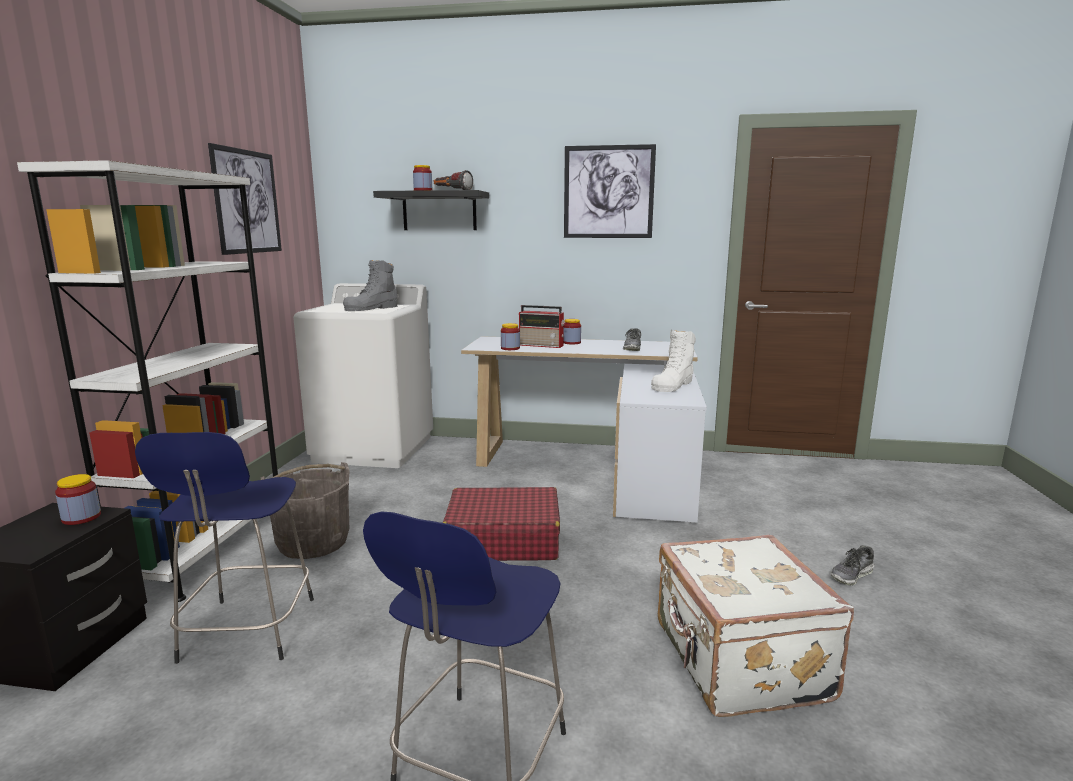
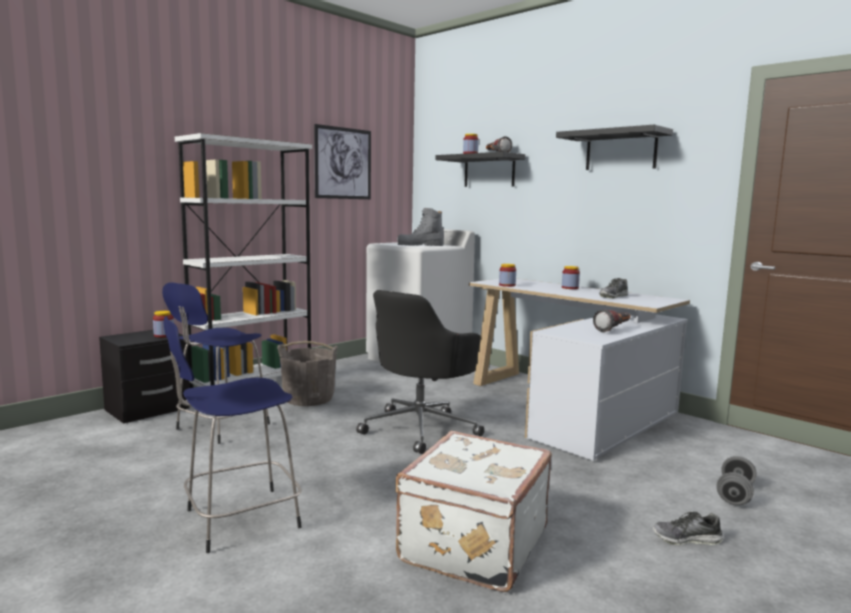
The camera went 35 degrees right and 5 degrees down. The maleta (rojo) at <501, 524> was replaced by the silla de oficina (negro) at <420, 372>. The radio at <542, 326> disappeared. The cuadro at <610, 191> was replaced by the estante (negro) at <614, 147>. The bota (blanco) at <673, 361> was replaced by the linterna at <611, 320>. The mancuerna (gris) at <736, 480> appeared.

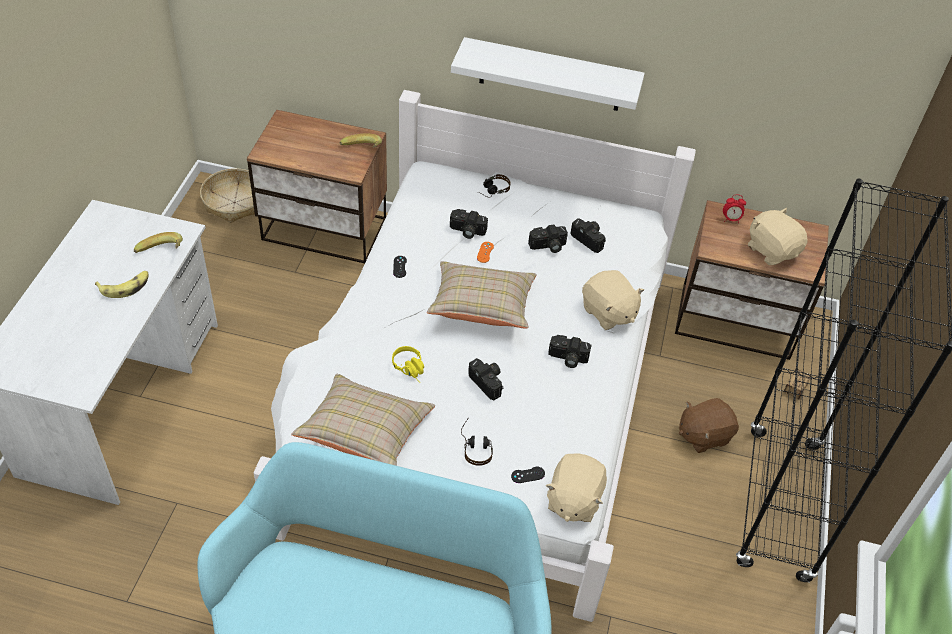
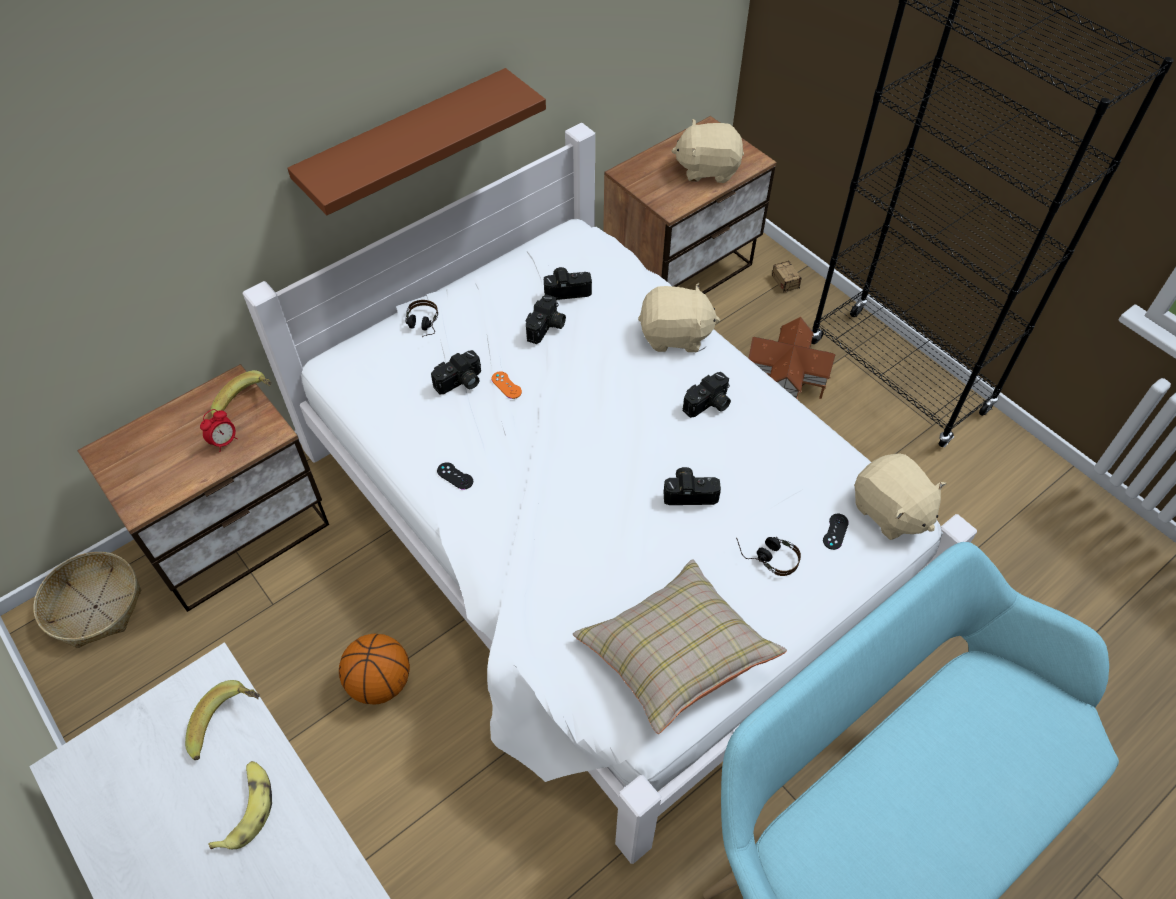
The camera went 50 degrees left and 5 degrees up. The auriculares (amarillo) at <408, 364> disappeared. The cojín (beis) at <482, 295> disappeared. The estante (blanco) at <548, 74> became the estante (marrón) at <416, 141>. The peluche (marrón) at <709, 425> was replaced by the casita at <792, 358>. The despertador moved from <734, 209> to <219, 430>. The balón de baloncesto at <374, 669> appeared.

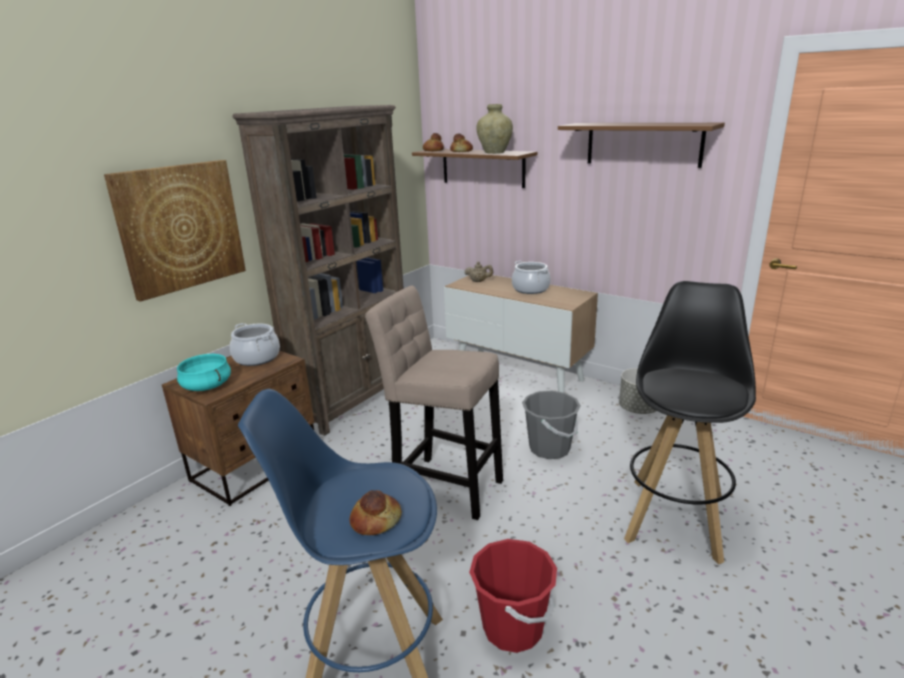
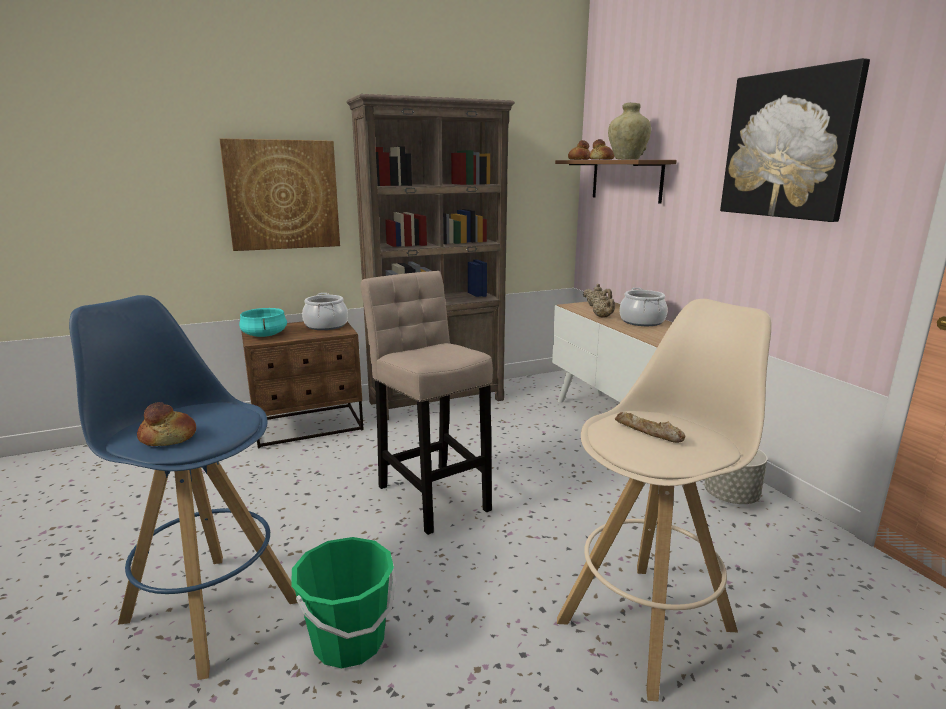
The camera went 30 degrees right and 5 degrees down. The cubo (rojo) at <513, 596> became the cubo (verde) at <343, 602>. The cubo (gris) at <551, 425> disappeared. The estante (marrón) at <641, 145> was replaced by the cuadro at <795, 140>. The taburete (negro) at <690, 422> became the taburete (beis) at <664, 500>. The tetera (beis) at <603, 305> appeared. The pan at <650, 427> appeared.

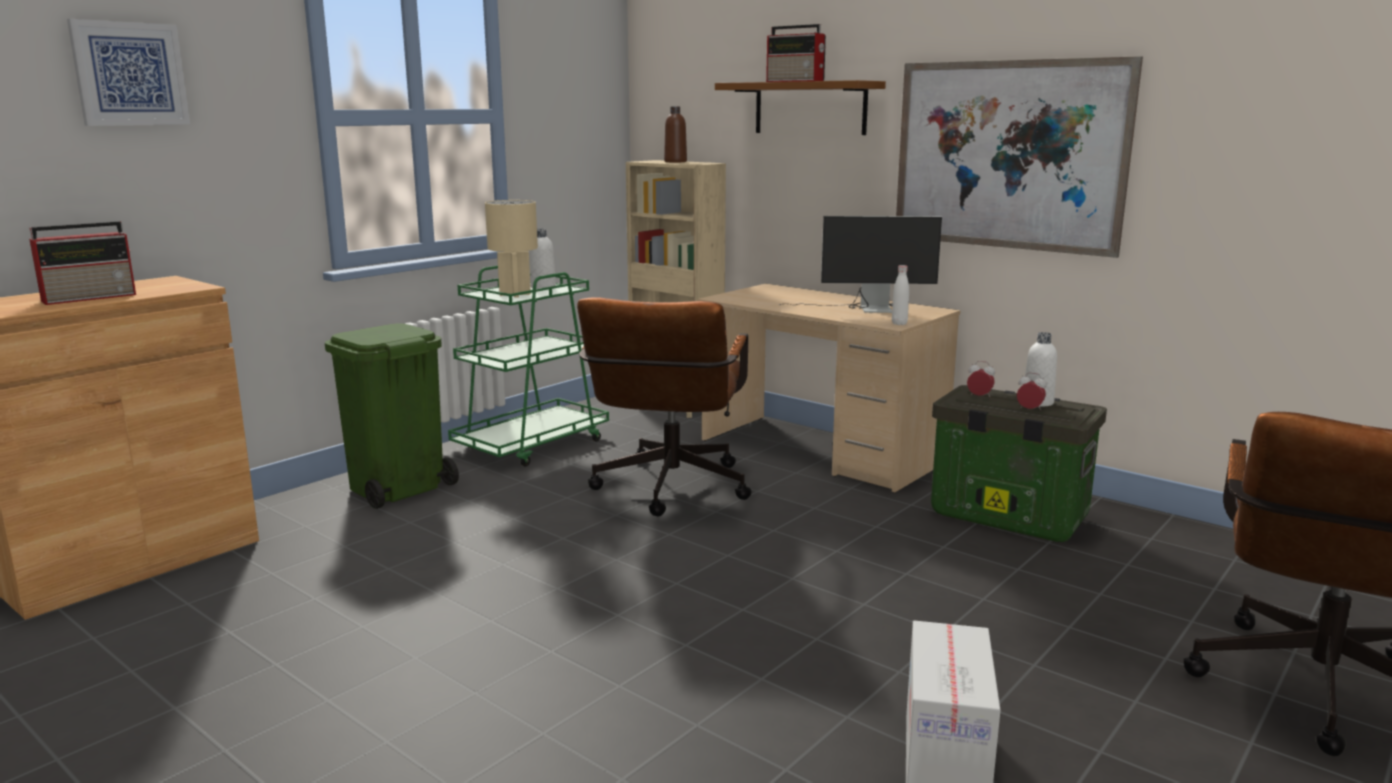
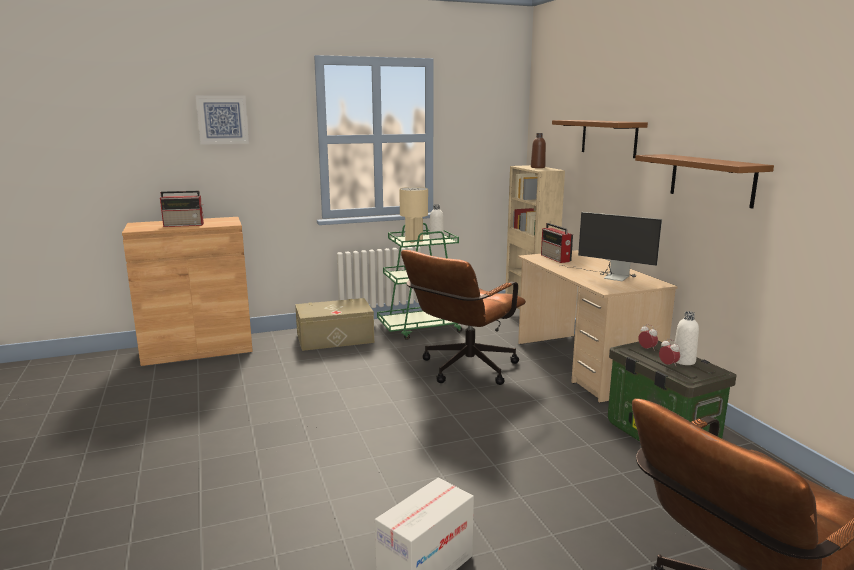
The camera went 30 degrees right and 0 degrees up. The papelera (verde) at <392, 416> was replaced by the caja de almacenaje (beis) at <334, 324>. The radio moved from <796, 53> to <557, 243>. The botella (blanco) at <900, 295> disappeared. The cuadro at <1019, 157> was replaced by the estante (marrón) at <704, 181>.

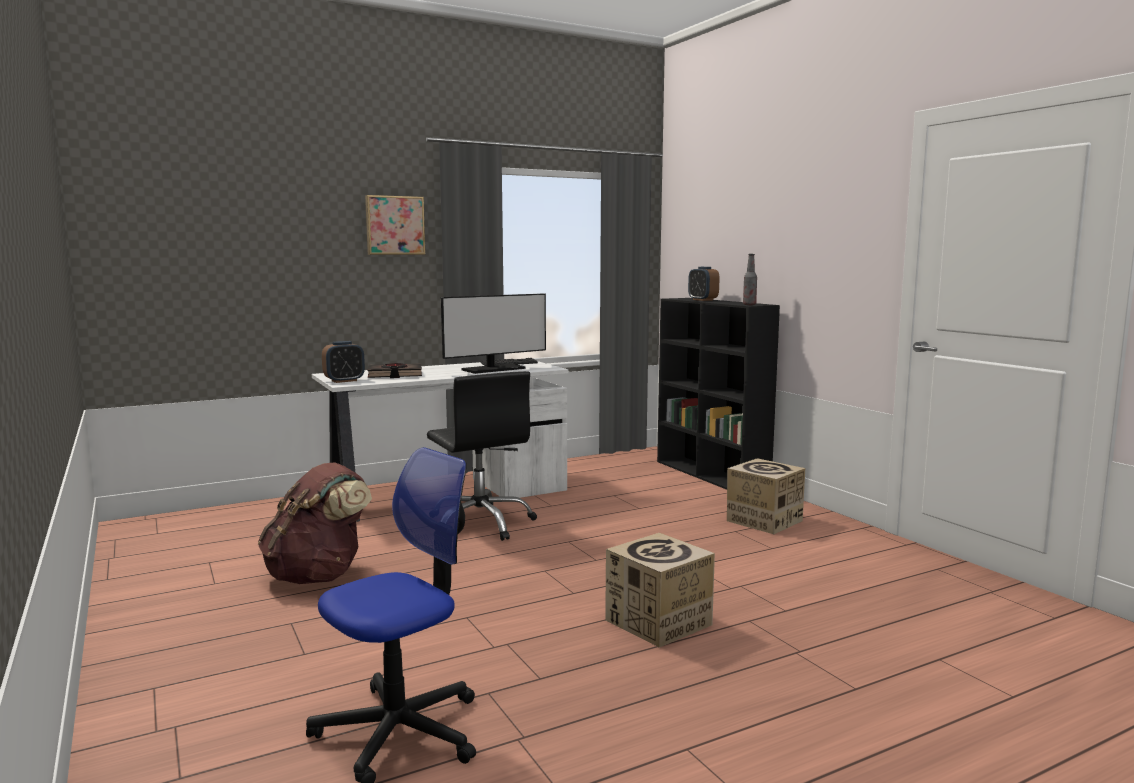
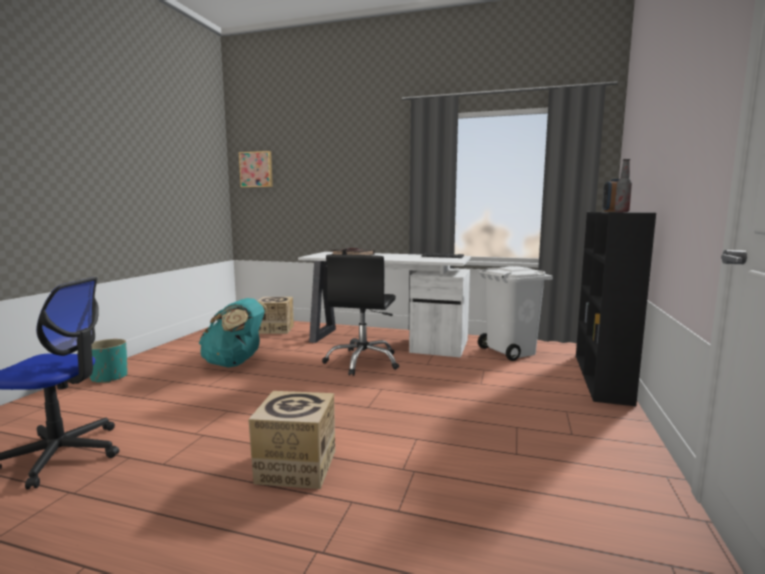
The camera went 45 degrees right and 0 degrees up. The mochila (marrón) at <315, 523> became the mochila (turquesa) at <233, 333>. The despertador at <343, 362> disappeared. The cuadro moved from <395, 225> to <256, 169>. The monitor at <493, 333> disappeared. The caja de cartón moved from <766, 496> to <276, 315>. The maceta (turquesa) at <109, 361> appeared. The papelera (blanco) at <515, 313> appeared.

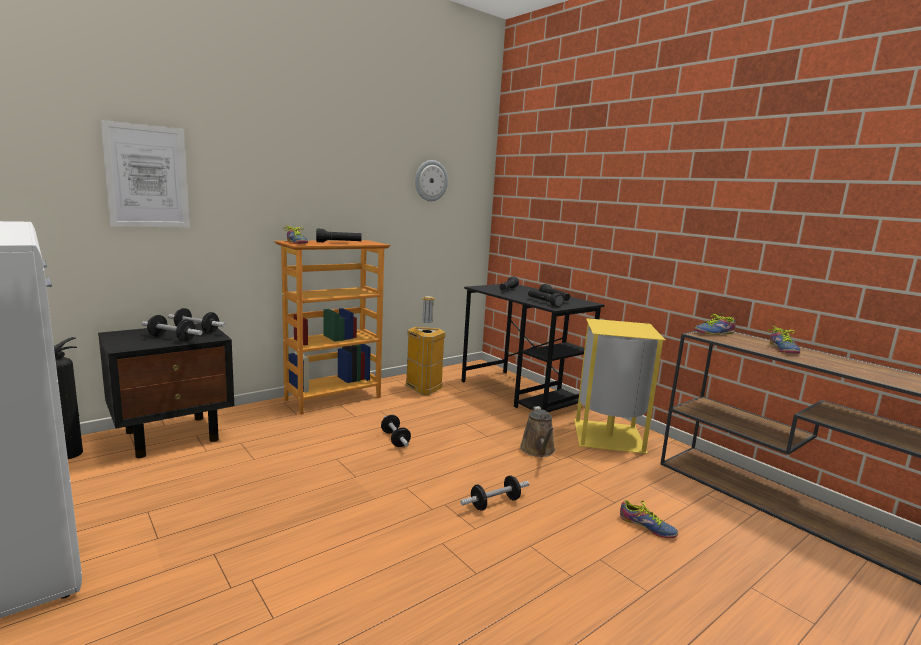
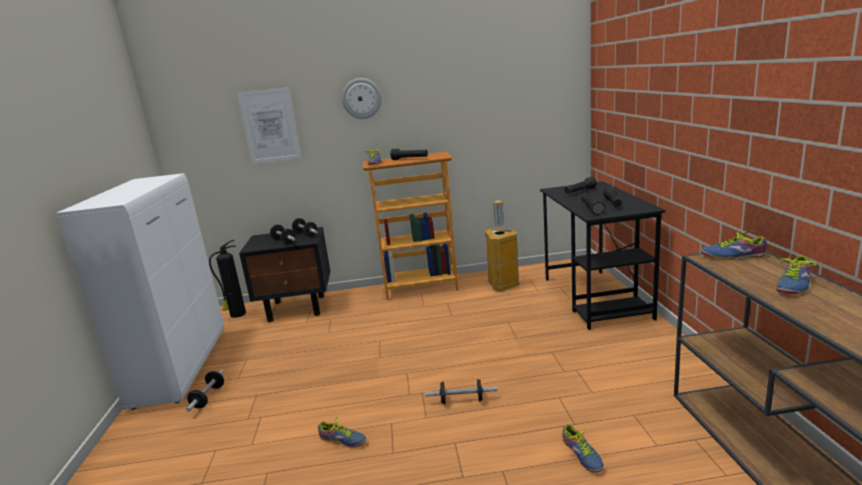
The camera went 35 degrees right and 5 degrees up. The mancuerna moved from <396, 431> to <205, 390>. The reloj de pared moved from <431, 180> to <362, 98>. The regadera (marrón) at <537, 431> disappeared. The papelera (amarillo) at <620, 386> disappeared. The zapato at <342, 432> appeared.

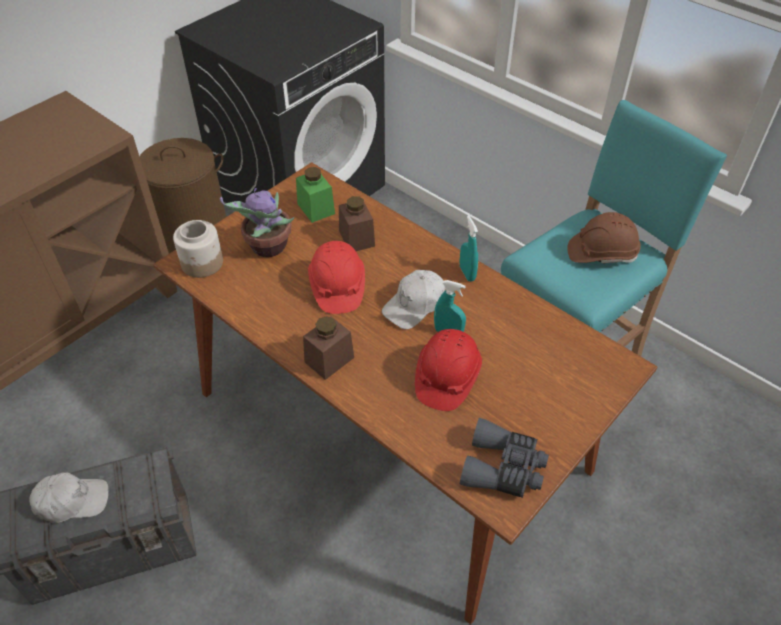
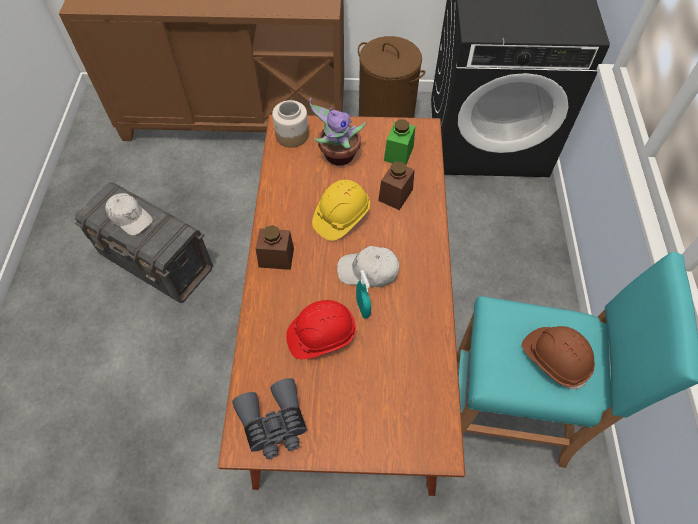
The camera went 50 degrees right and 10 degrees up. The casco (rojo) at <336, 277> became the casco (amarillo) at <341, 210>. The pulverizador (turquesa) at <469, 248> disappeared.

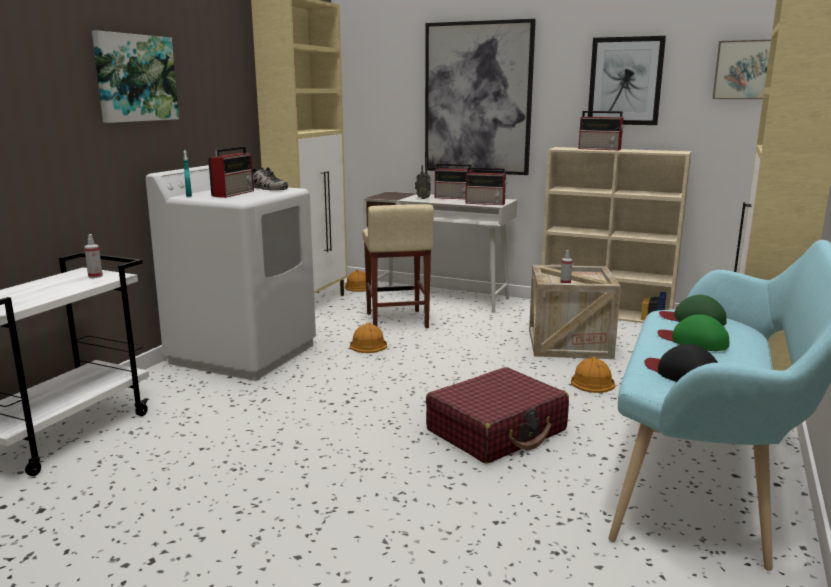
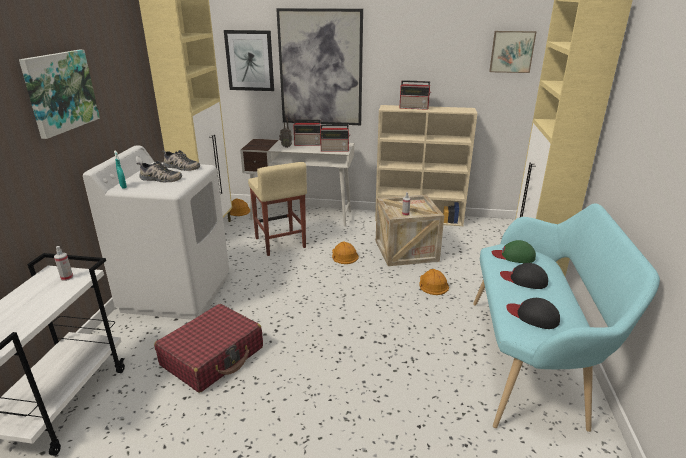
The camera went 15 degrees left and 10 degrees up. The radio at <231, 172> was replaced by the zapato at <159, 171>. The casco (naranja) moved from <368, 338> to <345, 252>. The maleta (rojo) moved from <497, 415> to <208, 348>. The cuadro moved from <627, 80> to <249, 60>. The gorra (verde) at <693, 332> became the gorra (negro) at <524, 276>.

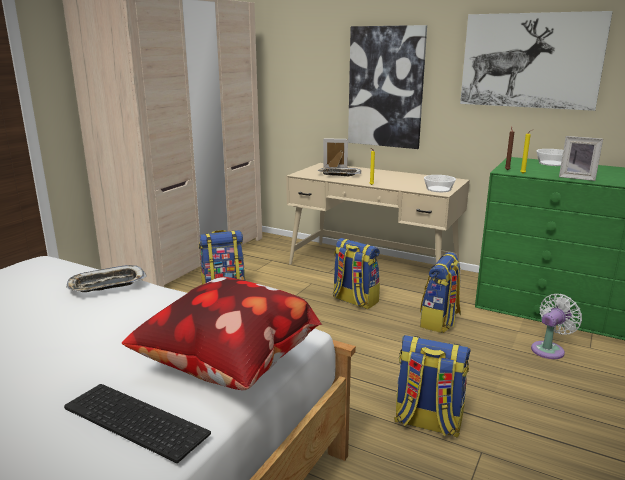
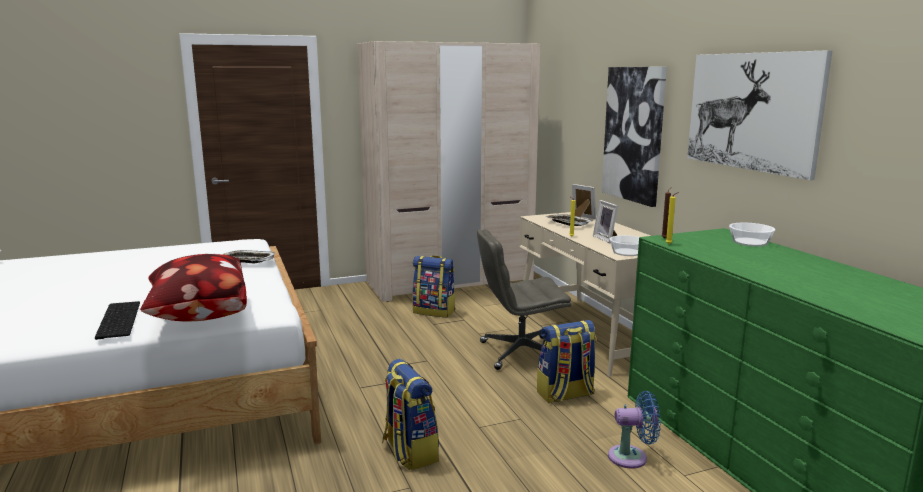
The camera went 40 degrees right and 5 degrees down. The mochila at <356, 273> was replaced by the silla de oficina (gris) at <524, 299>. The ventilador (blanco) at <556, 326> became the ventilador (azul) at <634, 430>. The portarretratos moved from <581, 158> to <605, 221>.

